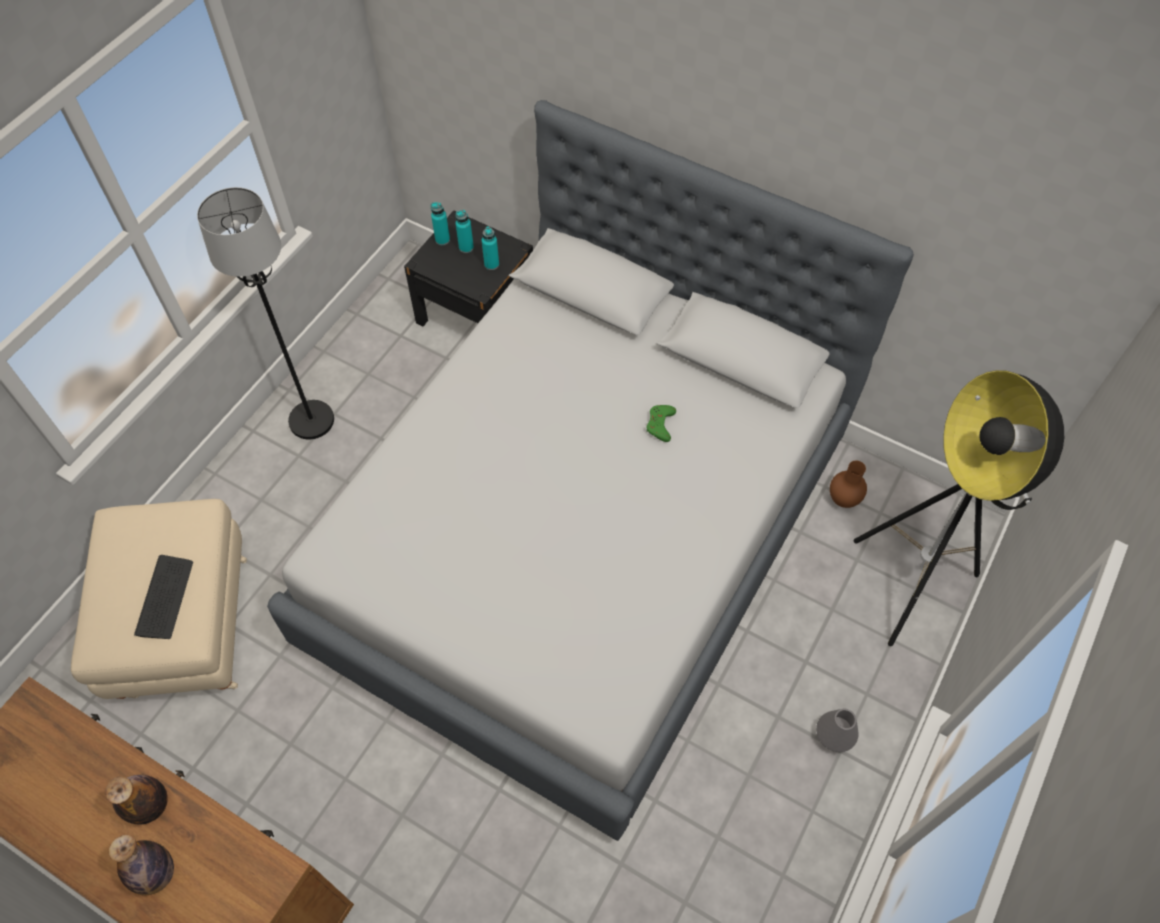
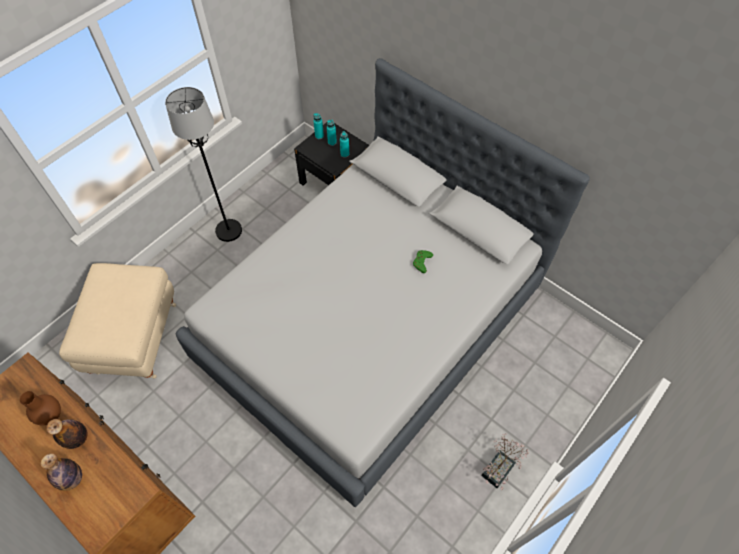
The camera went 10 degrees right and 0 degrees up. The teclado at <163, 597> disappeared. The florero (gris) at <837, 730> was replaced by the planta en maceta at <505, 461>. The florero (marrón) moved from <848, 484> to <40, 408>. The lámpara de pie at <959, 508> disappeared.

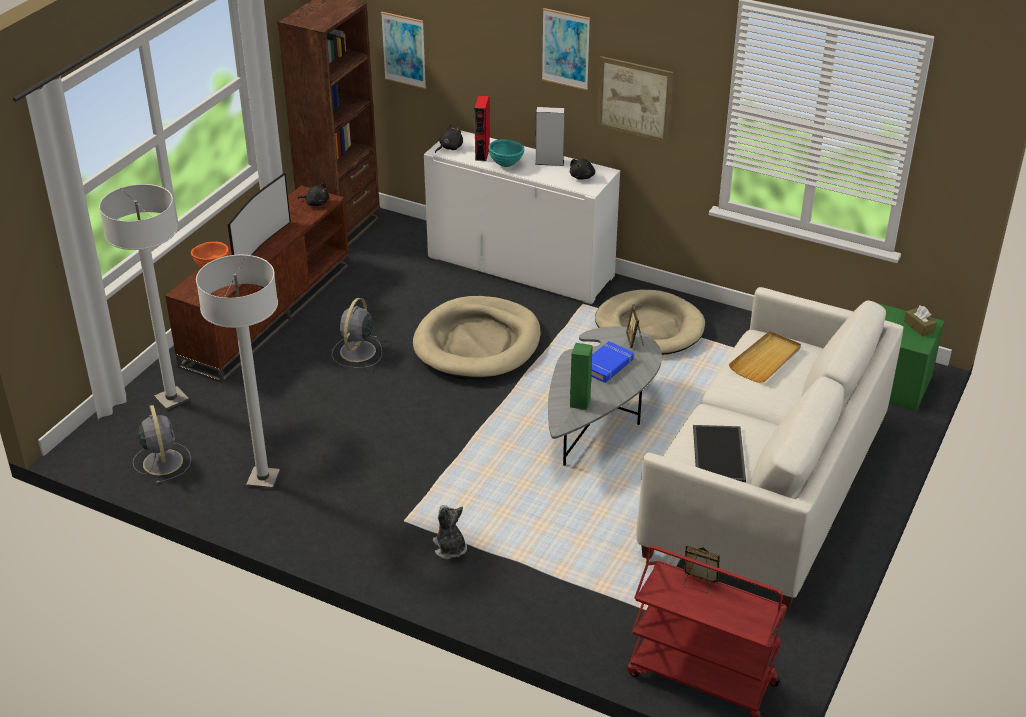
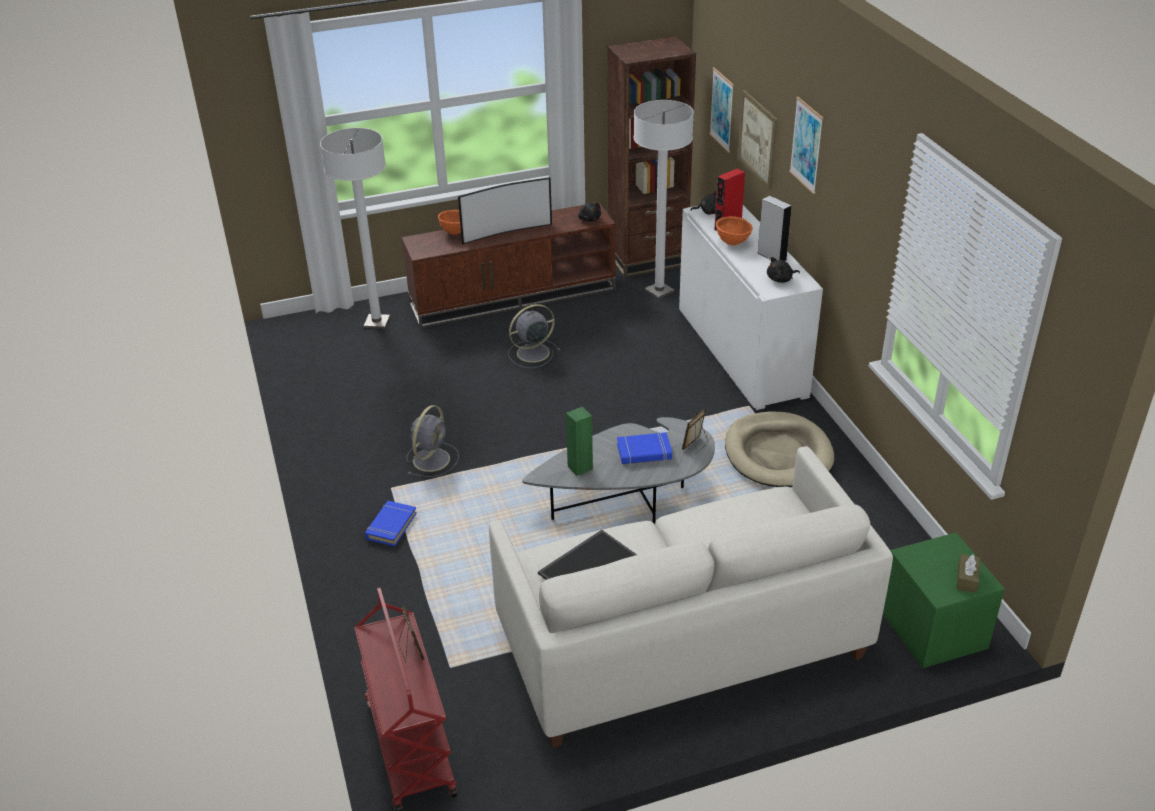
The camera went 45 degrees right and 0 degrees up. The ventilador (gris) moved from <162, 444> to <432, 441>. The lámpara de pie (blanco) moved from <238, 372> to <663, 199>. The cama para perro (beis) at <477, 338> disappeared. The peluche at <450, 532> was replaced by the libro (azul) at <391, 524>. The cuenco (turquesa) at <506, 153> became the cuenco (naranja) at <734, 230>. The cuadro moved from <635, 99> to <758, 140>. The bandeja (beis) at <765, 357> disappeared.

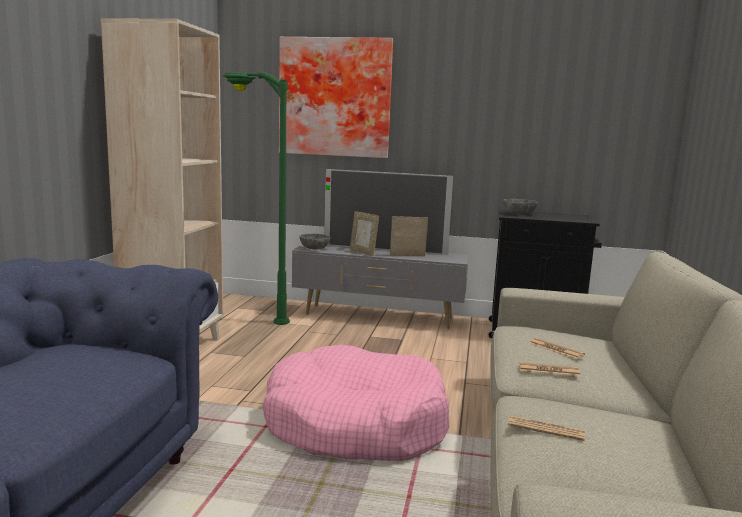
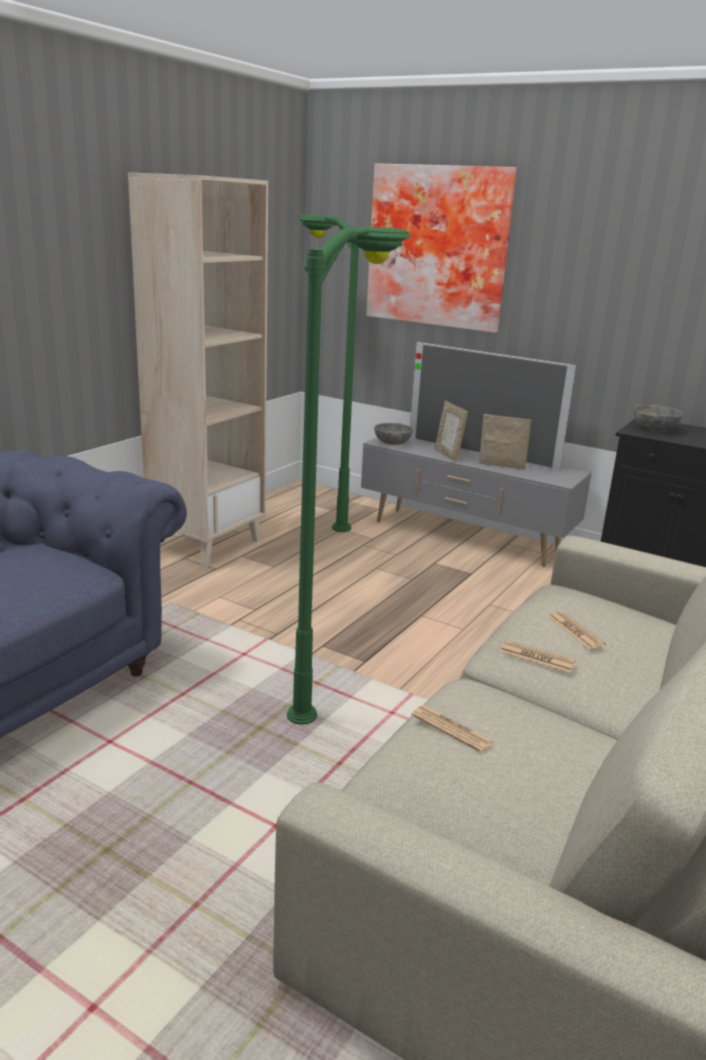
The camera went 20 degrees right and 10 degrees up. The cama para perro (rosa) at <356, 403> was replaced by the lámpara de pie (verde) at <349, 476>.

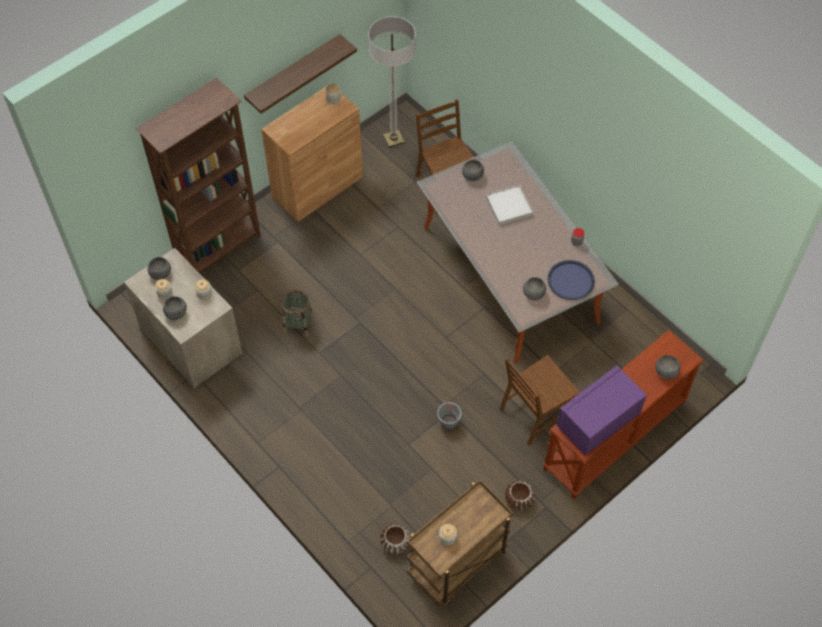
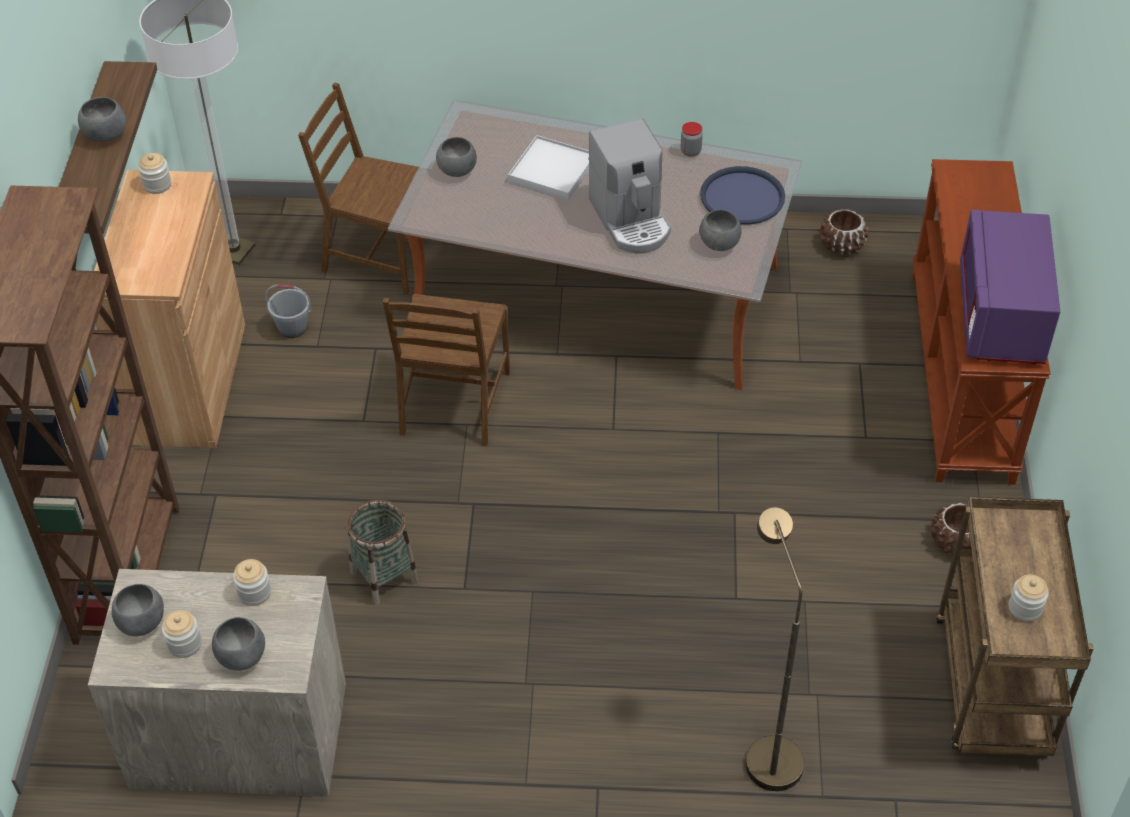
The camera went 45 degrees left and 10 degrees down. The maceta (marrón) moved from <395, 539> to <844, 232>. The cubo (gris) moved from <449, 414> to <288, 311>. The silla (marrón) moved from <539, 400> to <446, 370>. The cuenco (gris) moved from <668, 367> to <102, 119>. The cafetera at <629, 185> appeared. The lámpara de pie (marrón) at <775, 649> appeared.

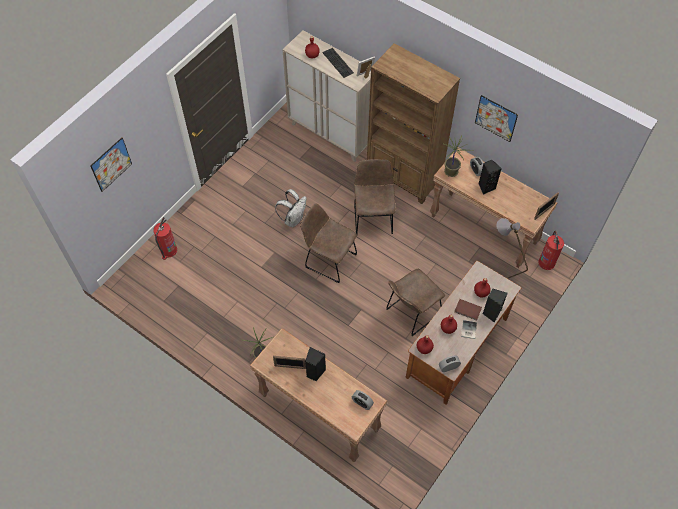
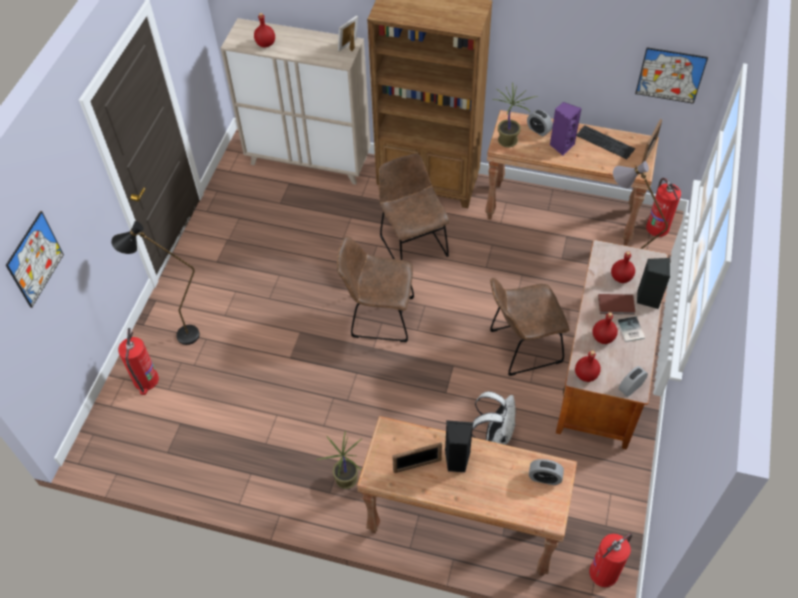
The camera went 20 degrees left and 5 degrees down. The mochila (blanco) moved from <291, 208> to <493, 418>. The teclado moved from <338, 63> to <605, 142>. The silla (marrón) at <415, 302> turned 45 degrees clockwise. The cuadro moved from <496, 118> to <671, 75>. The altavoz (negro) at <490, 177> became the altavoz (morado) at <566, 128>. The lámpara de pie (negro) at <155, 283> appeared. The extintor at <610, 560> appeared.

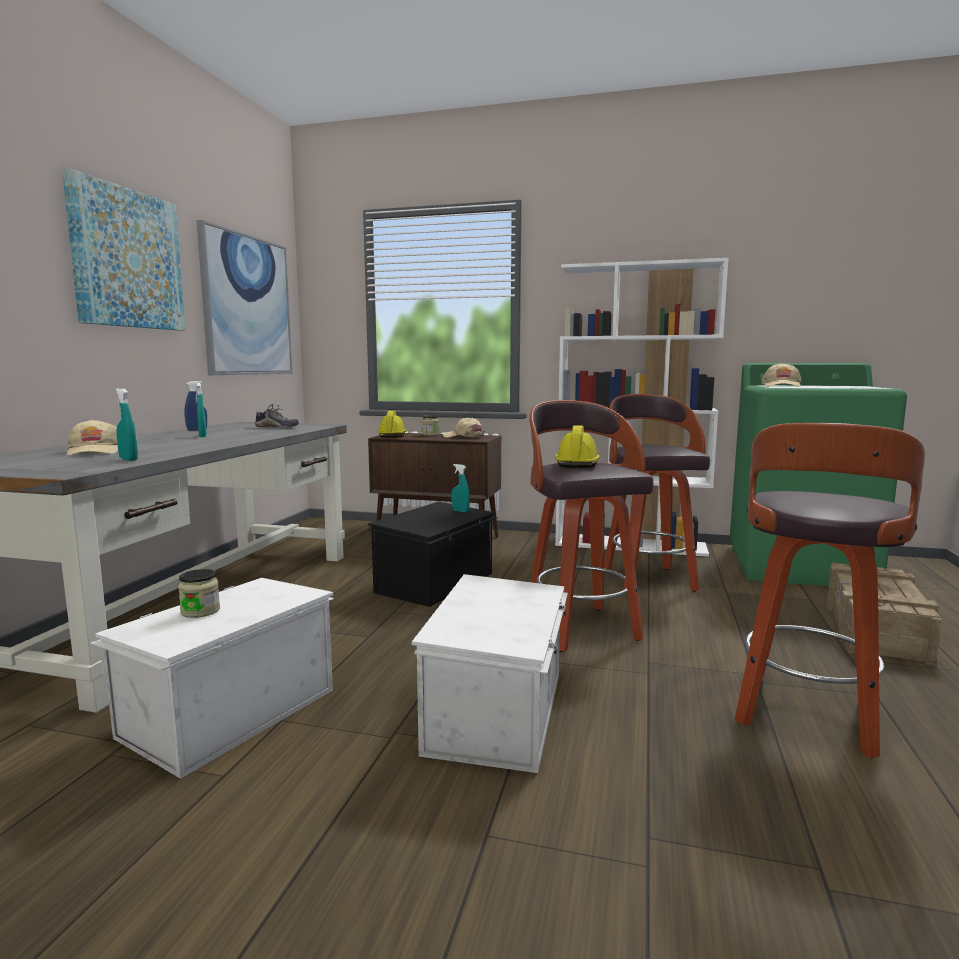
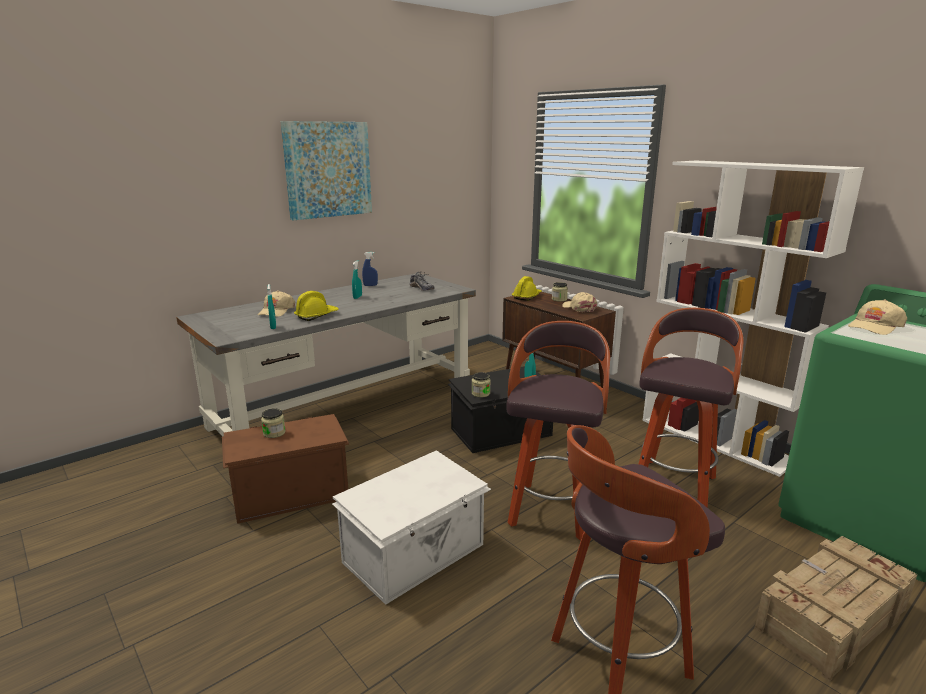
The camera went 35 degrees right and 10 degrees up. The caja de almacenaje (blanco) at <212, 678> became the caja de almacenaje (marrón) at <285, 469>. The cuadro at <245, 297> disappeared. The casco (amarillo) moved from <577, 446> to <316, 306>. The tarro at <481, 384> appeared.

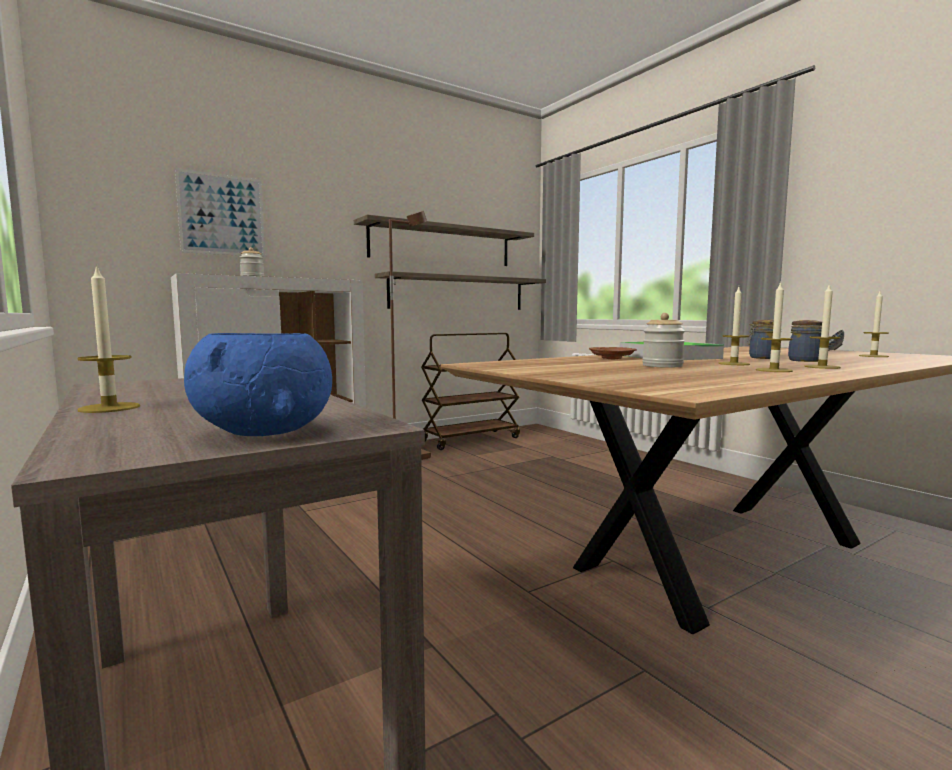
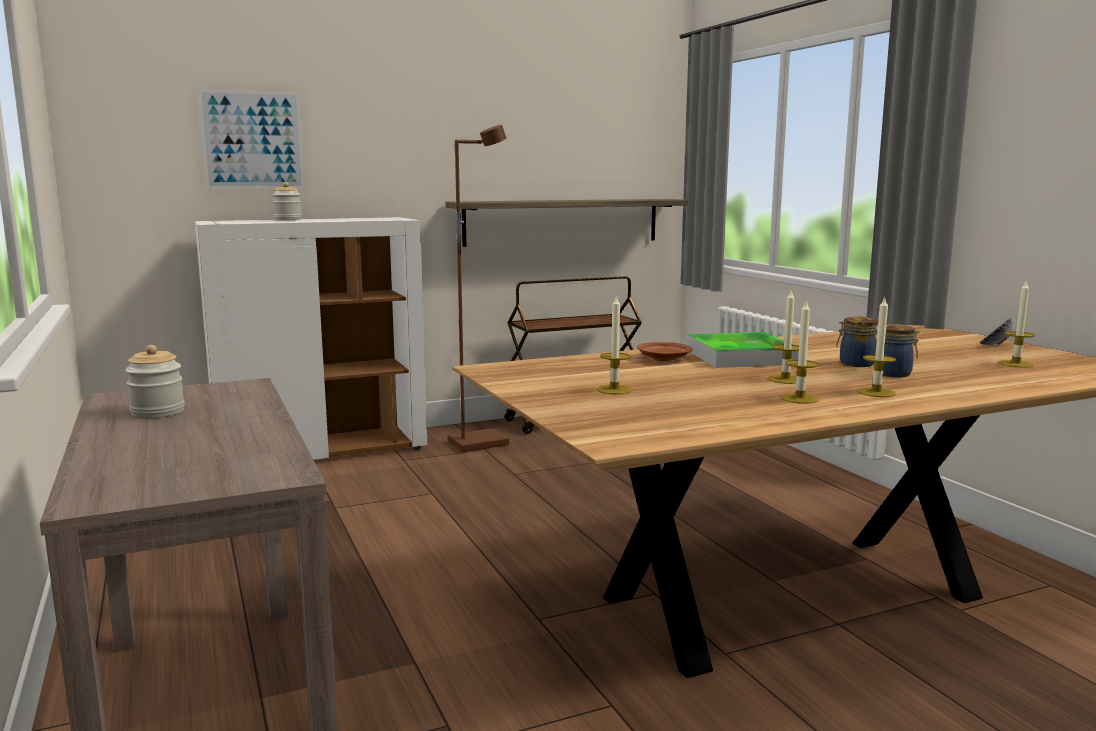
The camera went 10 degrees right and 5 degrees up. The vela moved from <108, 338> to <615, 344>. The cuenco (azul) at <258, 384> disappeared. The estante at <444, 240> disappeared. The tarro moved from <663, 340> to <155, 381>.

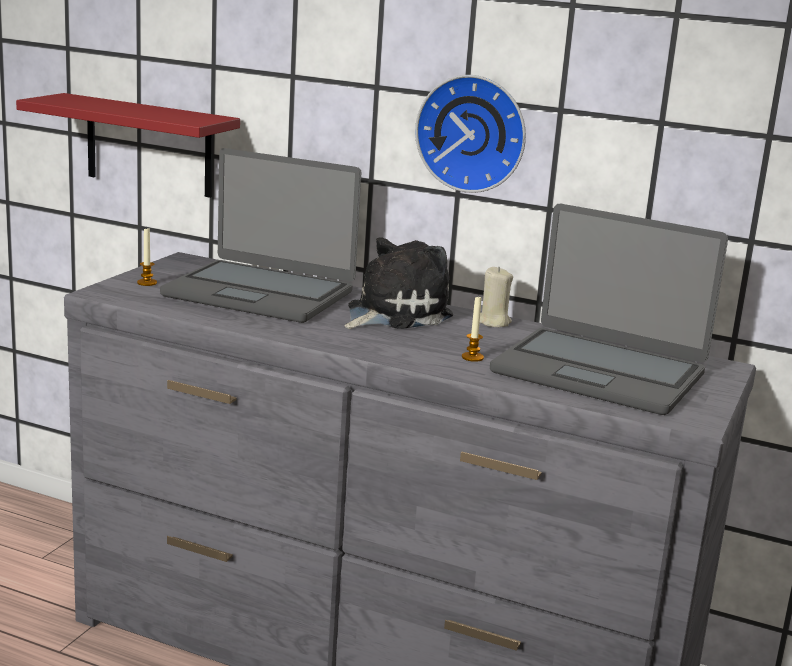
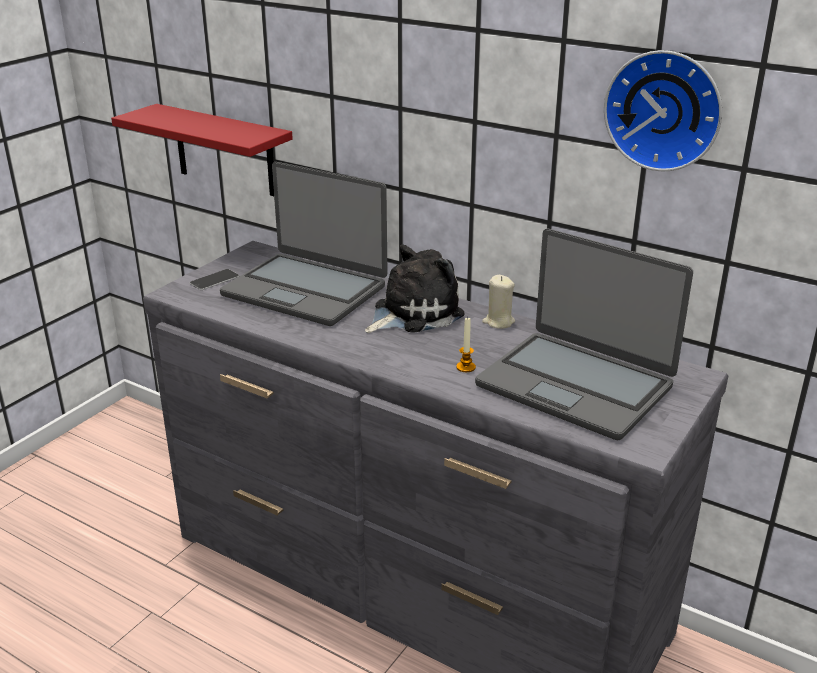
The camera went 10 degrees right and 10 degrees up. The vela at <147, 257> was replaced by the móvil at <214, 279>. The reloj de pared moved from <470, 134> to <663, 110>.

